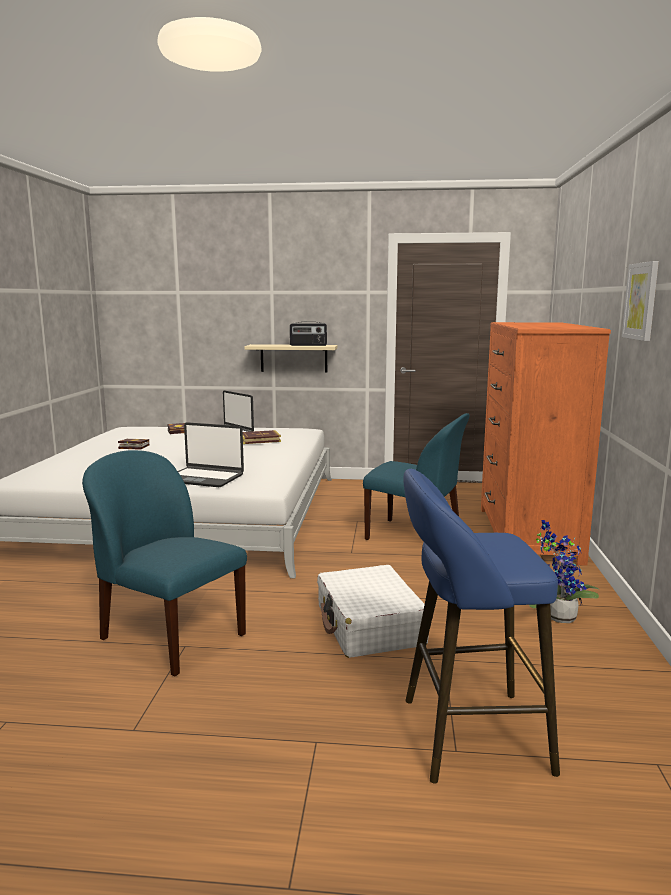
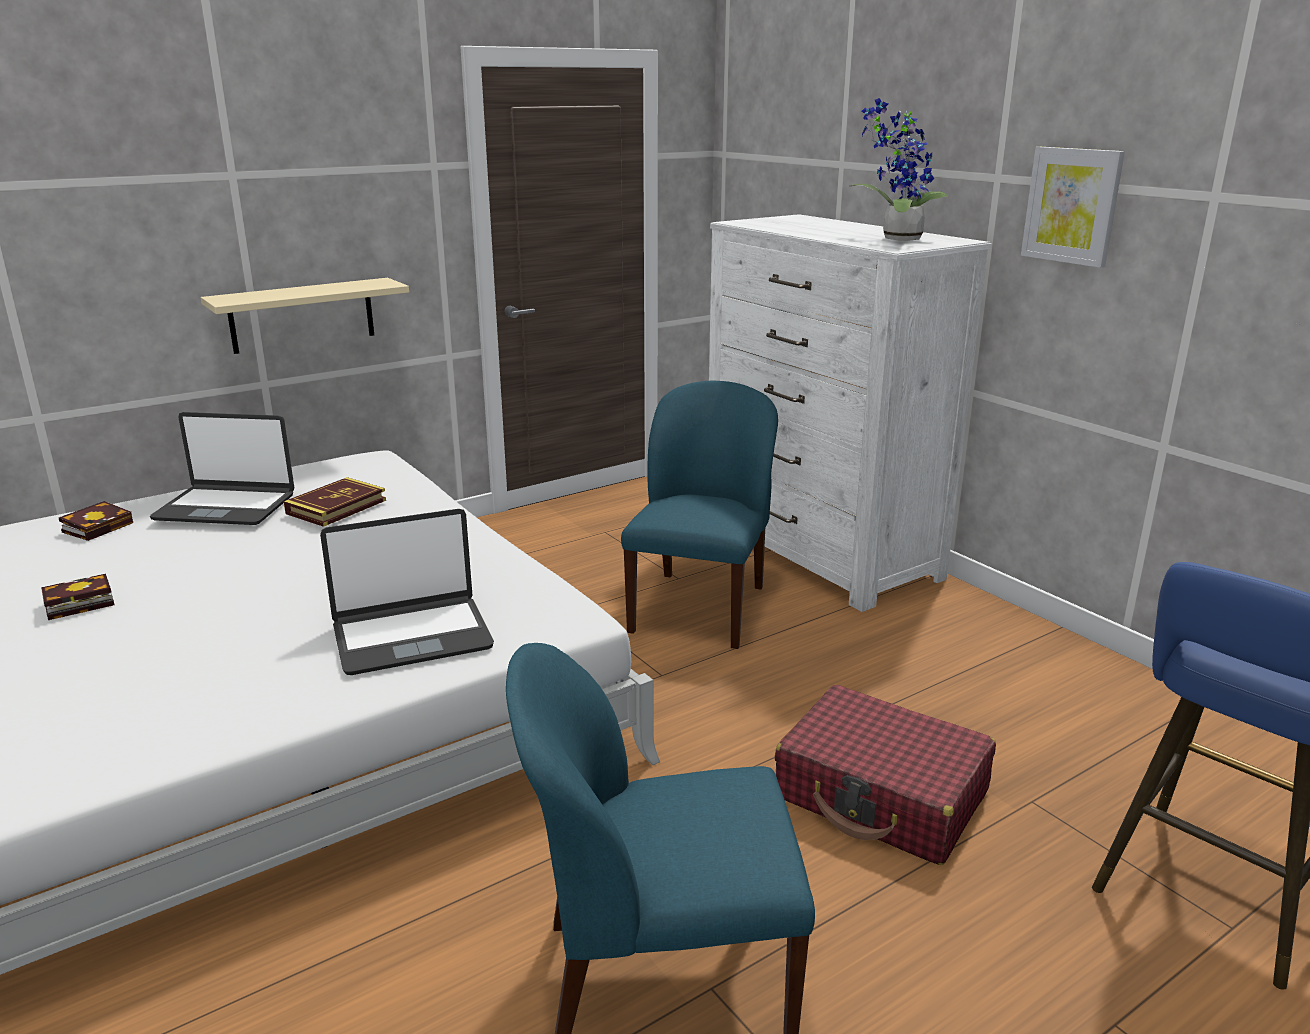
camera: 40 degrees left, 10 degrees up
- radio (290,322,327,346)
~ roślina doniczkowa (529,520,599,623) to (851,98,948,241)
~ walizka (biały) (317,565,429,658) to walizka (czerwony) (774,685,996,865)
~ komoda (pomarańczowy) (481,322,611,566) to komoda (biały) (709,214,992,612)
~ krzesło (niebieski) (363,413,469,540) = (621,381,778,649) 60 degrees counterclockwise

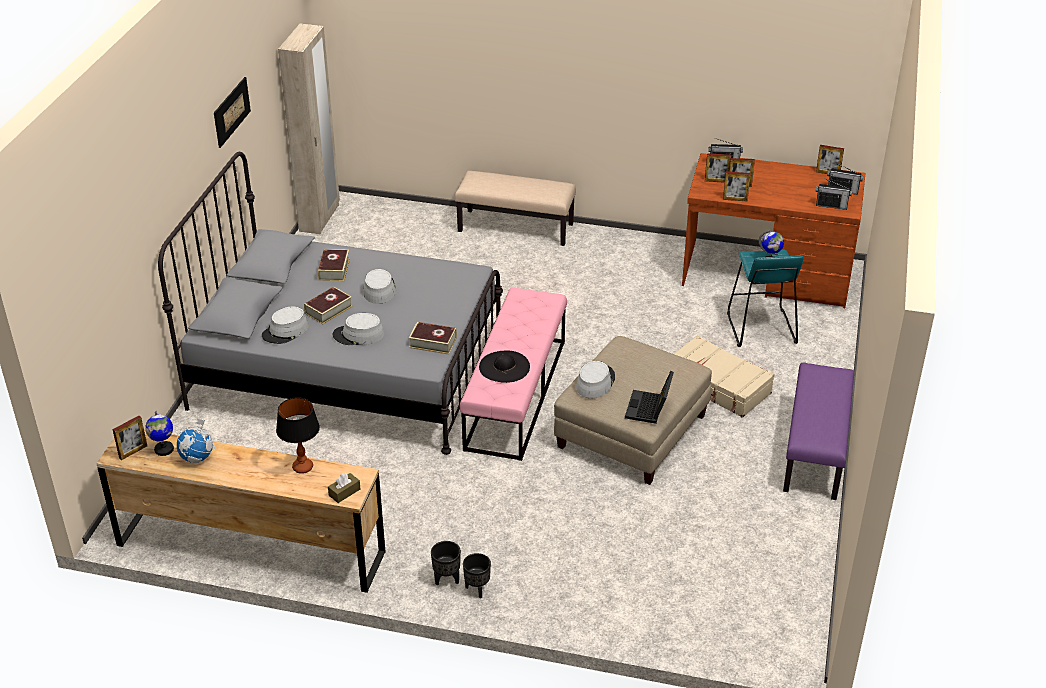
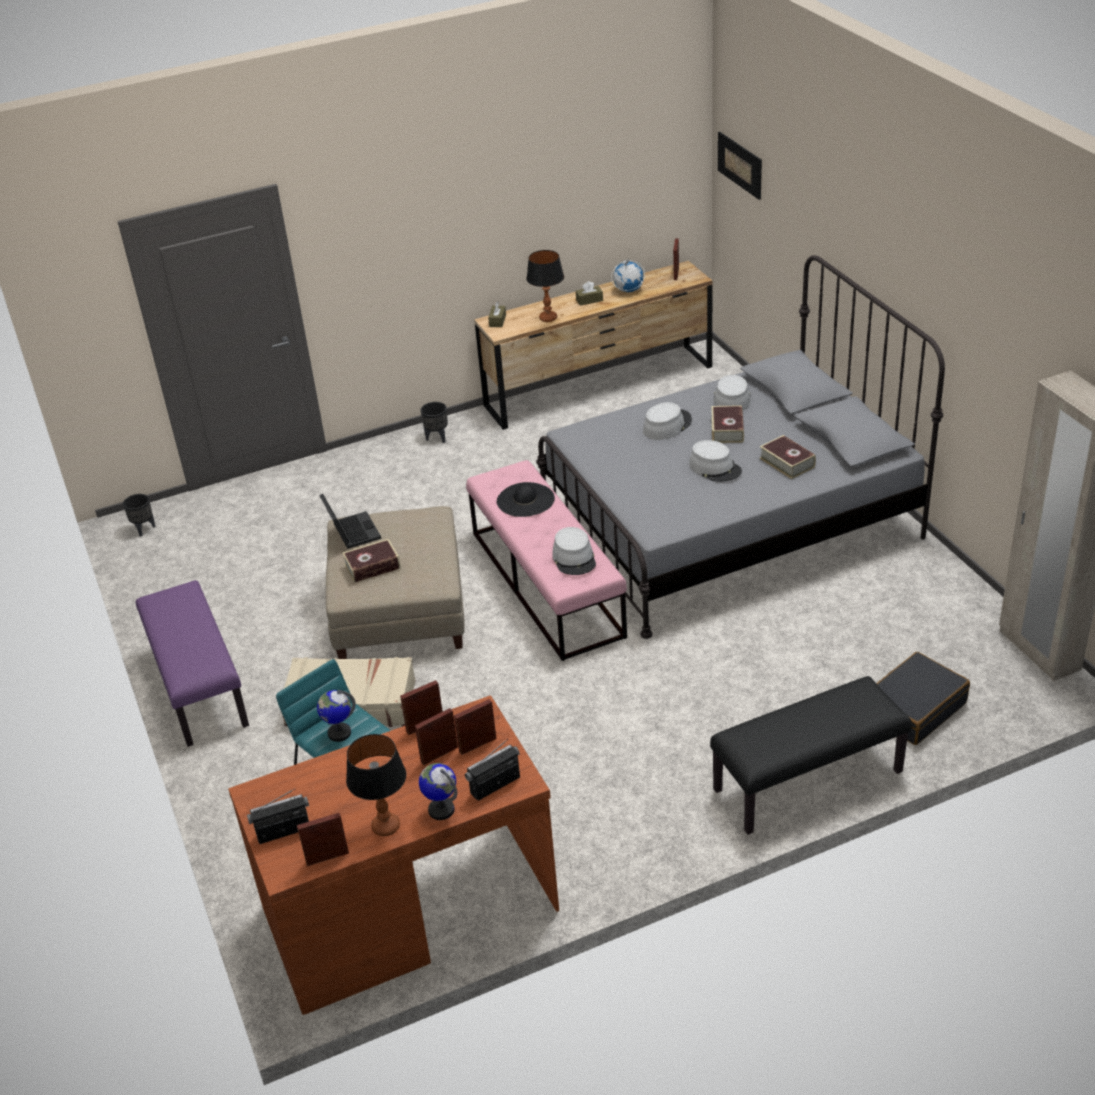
camera: 145 degrees right, 0 degrees up
- radio (816,178,852,210)
+ lampa stołowa (346,734,406,836)
+ pudełko chusteczek (brązowy) (576,281,603,306)
+ walizka (czarny) (876,652,970,745)
~ globus (145,411,174,456) to (419,763,457,820)
~ obraz (214,77,251,148) to (718,132,762,200)
~ książka (409,322,457,354) to (343,539,401,583)
~ donica (czarny) (463,553,491,598) to (123,494,156,537)
~ kapelusz (szary) (576,361,615,398) to (552,527,596,575)
~ ławka (beżowy) (455,171,576,246) to ławka (czarny) (710,676,912,835)

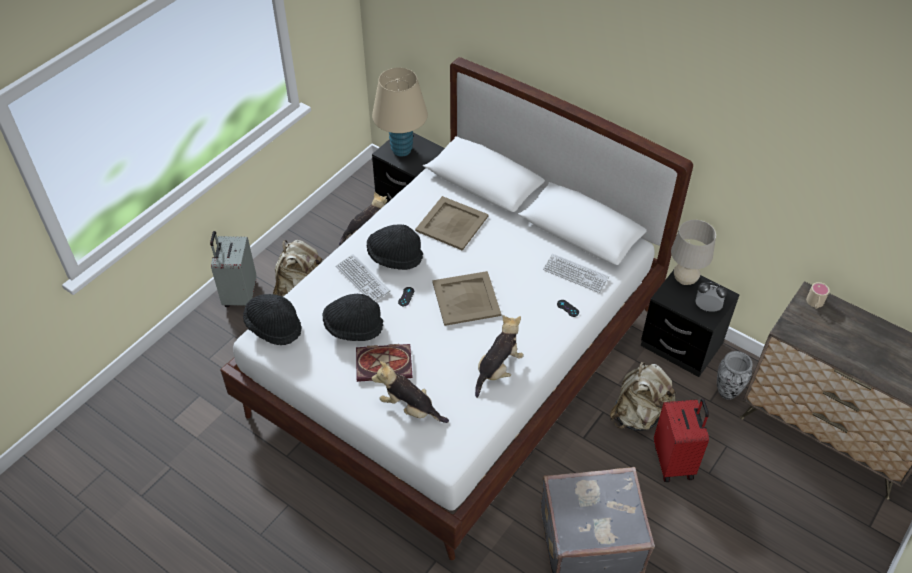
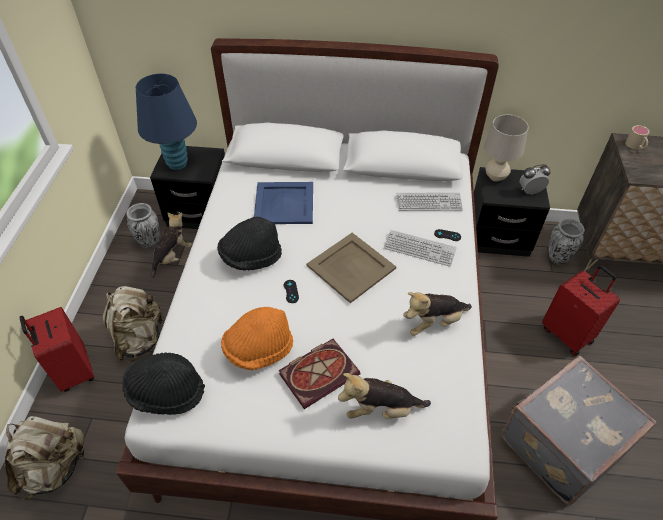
camera: 30 degrees left, 0 degrees up
+ wazon (126,203,160,248)
~ klawiatura (336,254,391,301) to (384,230,457,267)
~ plecak (beżowy) (610,362,677,431) to (4,416,86,500)
~ walizka (szary) (210,231,257,307) to walizka (czerwony) (20,307,94,392)
~ kapelusz (czarny) (322,294,383,341) to kapelusz (pomarańczowy) (221,307,293,370)
~ lampa stołowa (beżowy) (372,67,428,157) to lampa stołowa (niebieski) (136,74,197,170)
~ taca (beżowy) (415,196,489,251) to taca (niebieski) (254,182,313,224)
~ pluszak (475,315,524,398) = (403,292,472,336) 120 degrees counterclockwise

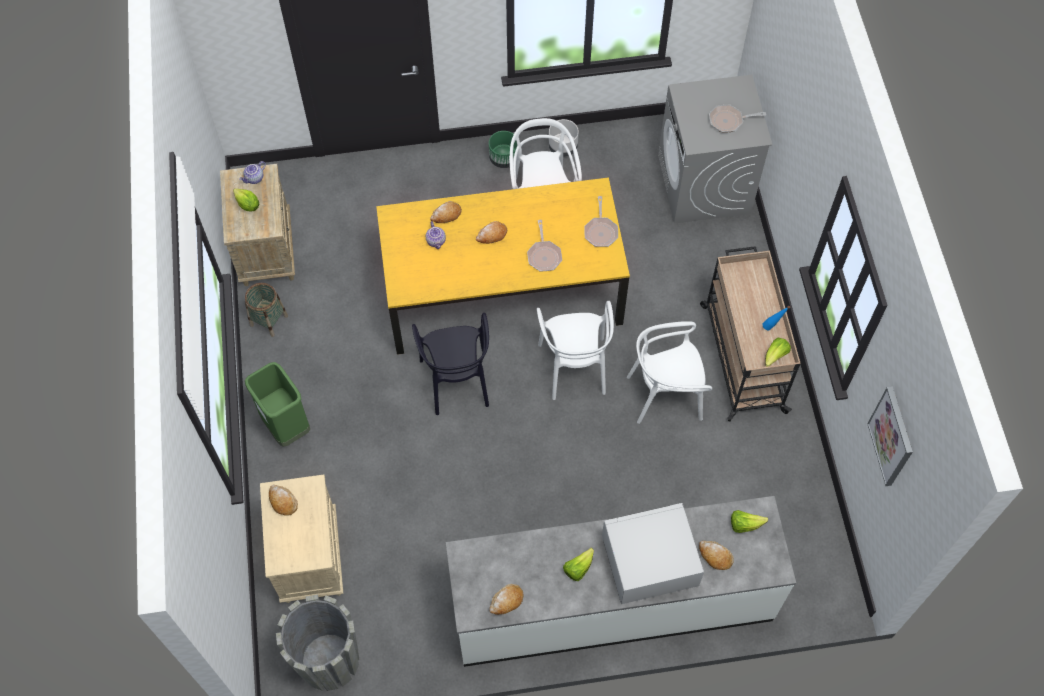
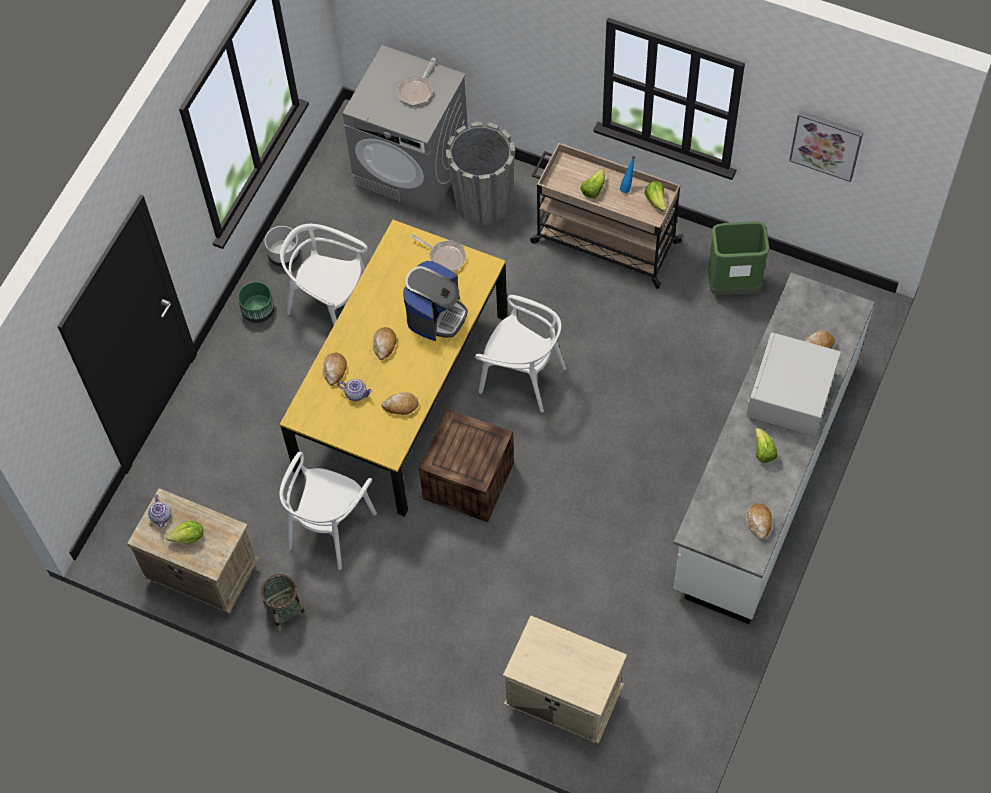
camera: 55 degrees left, 0 degrees up
~ kosz na śmieci (zielony) (245,362,310,447) to (708,221,770,295)
~ chleb (269,485,298,516) to (381,392,419,415)
~ donica (szary) (276,595,359,691) to (446,122,515,226)
~ krzesło (biały) (627,321,712,424) to (279,452,377,570)
~ sałata (731,510,768,533) to (580,169,605,199)
~ krzesło (czarny) (412,313,489,415) to skrzynka (419,409,514,522)
~ patelnia (527,220,562,272) to ekspres do kawy (403,261,468,341)

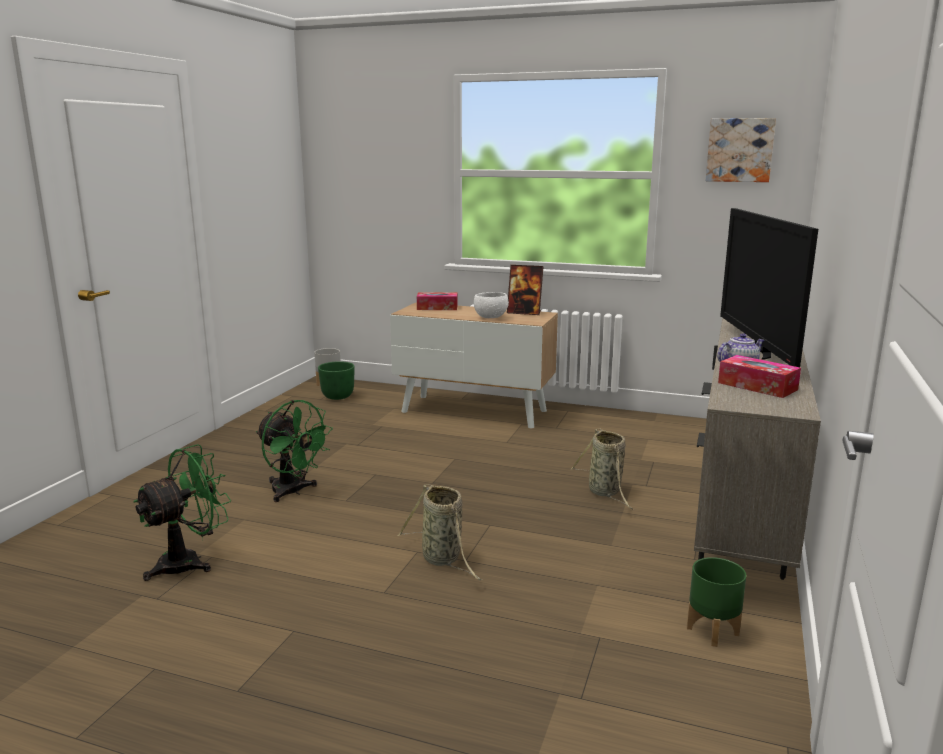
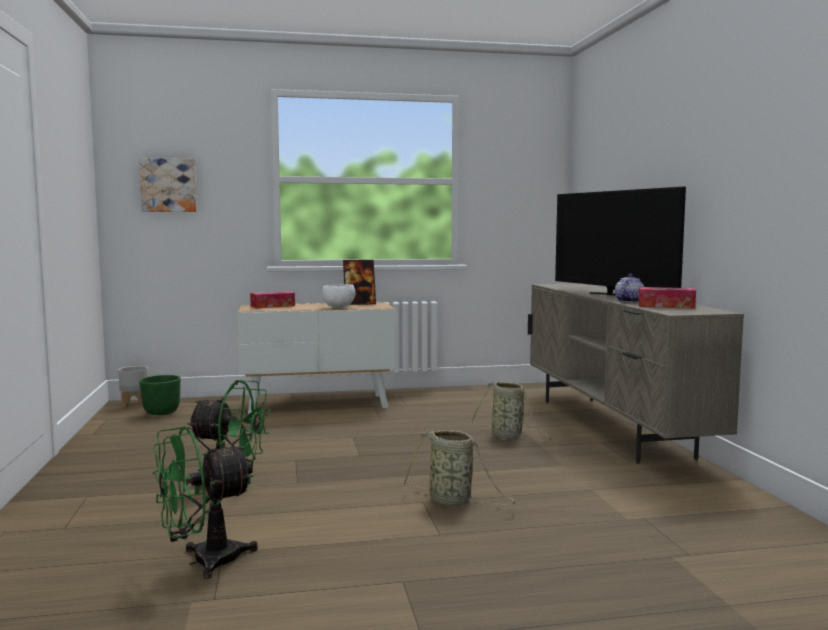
camera: 30 degrees left, 10 degrees down
- donica (zielony) (687,557,746,647)
~ obraz (706,118,776,182) to (139,158,197,212)
~ wentylator (zielony) (133,444,231,581) = (153,426,258,579) 135 degrees counterclockwise

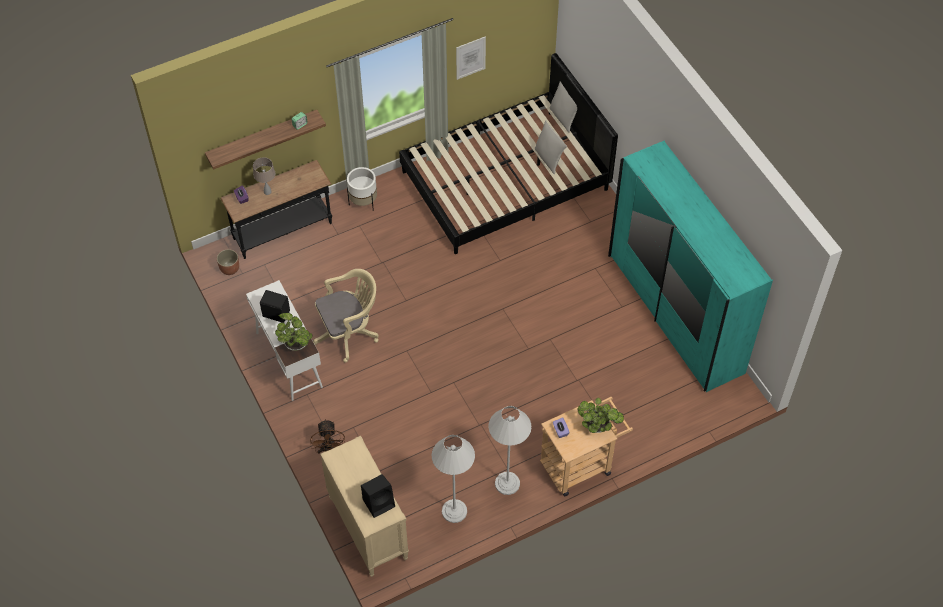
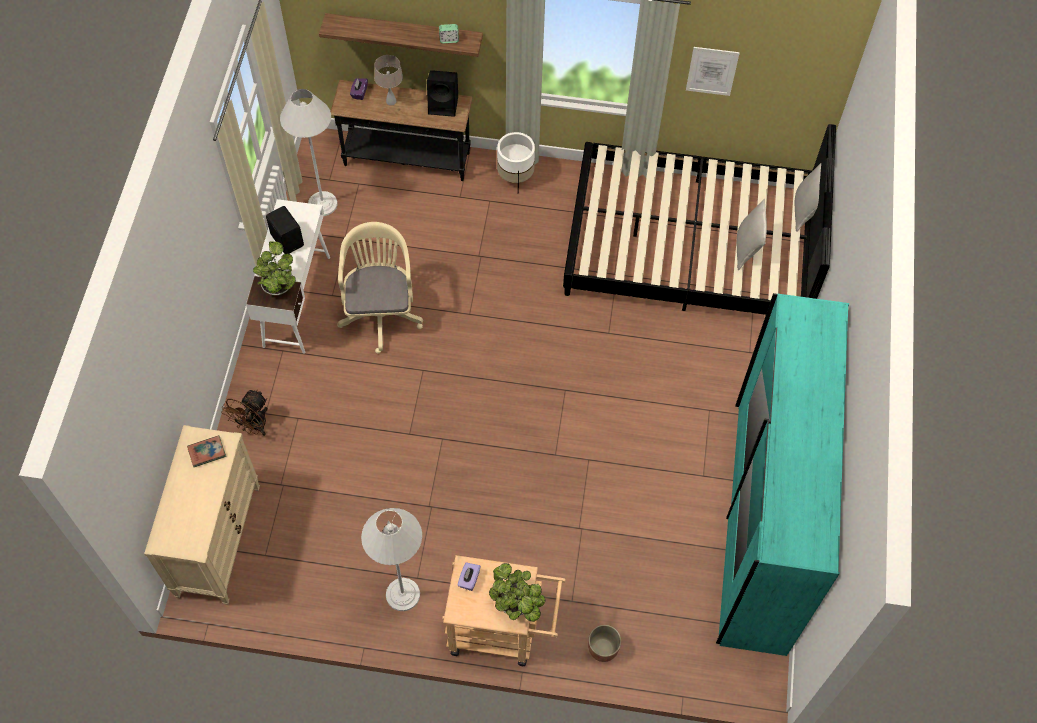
camera: 35 degrees right, 5 degrees up
+ książka (187,435,226,467)
~ donica (217,249,239,275) to (588,625,621,662)
~ głośnik (czarny) (361,474,395,518) to (427,70,458,117)
~ lampa stojąca (biały) (432,435,475,523) to (280,89,338,216)
~ krzesło biurowe (beżowy) (313,269,379,363) = (337,222,423,354) 105 degrees counterclockwise

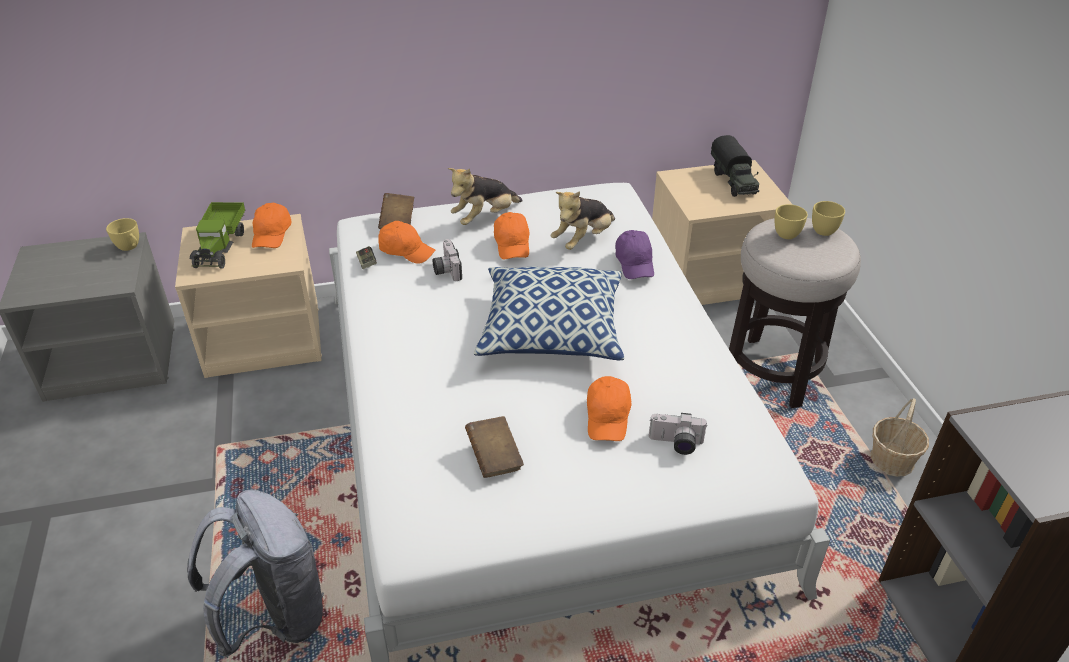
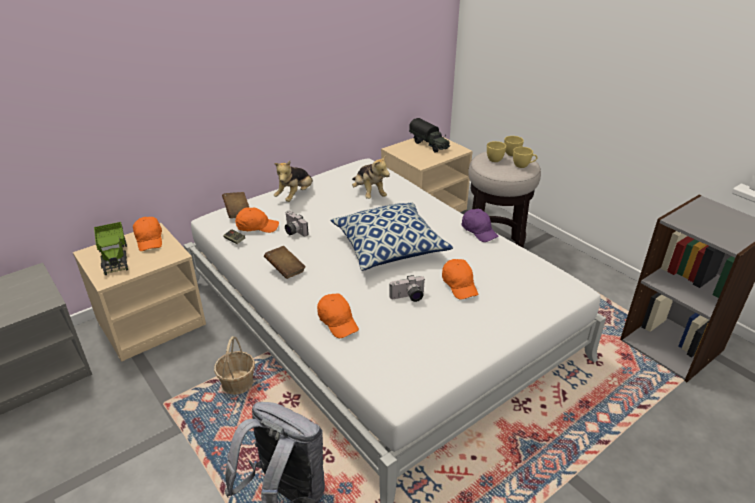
camera: 25 degrees left, 5 degrees down
~ filiżanka (żółty) (106,218,139,251) to (513,147,538,168)
~ książka (brązowy) (465,416,524,478) to (264,246,306,279)
~ czapka z daszkiem (pomarańczowy) (494,212,529,259) to (317,293,359,338)
~ czapka z daszkiem (fioletowy) (615,230,654,279) to (461,209,499,242)
~ aparat fotograficzny (649,413,708,455) to (389,275,426,302)
~ koszyk (871,398,929,477) to (214,336,255,395)
~ pluszak (551,191,615,250) = (352,154,390,199) 45 degrees counterclockwise

